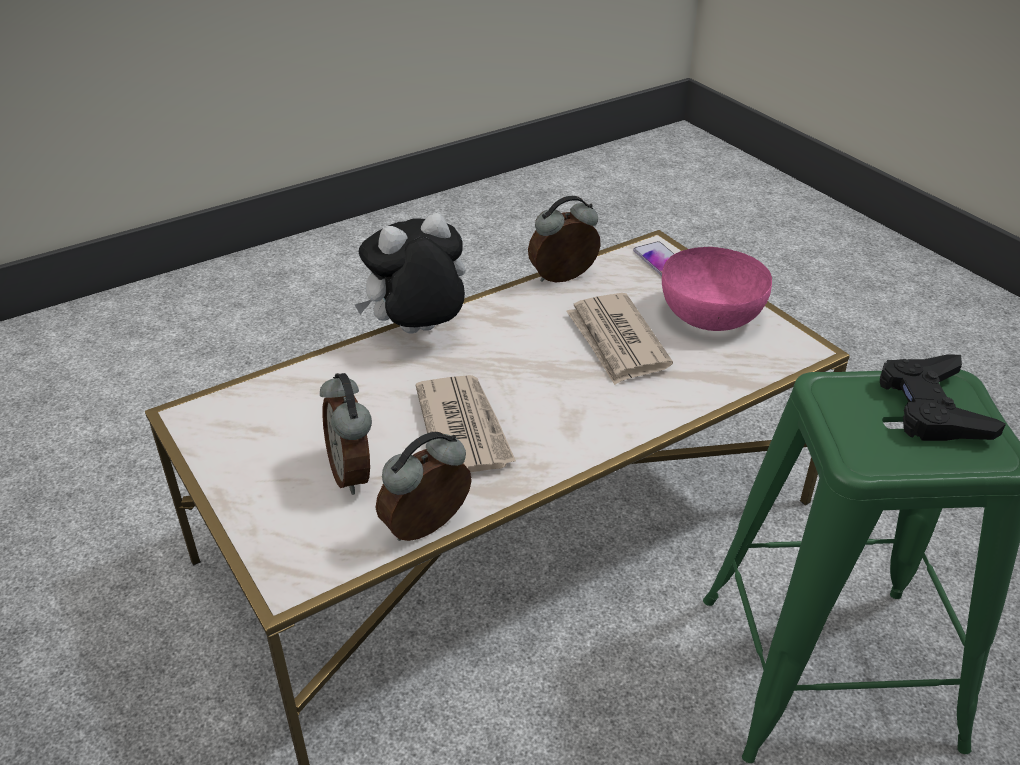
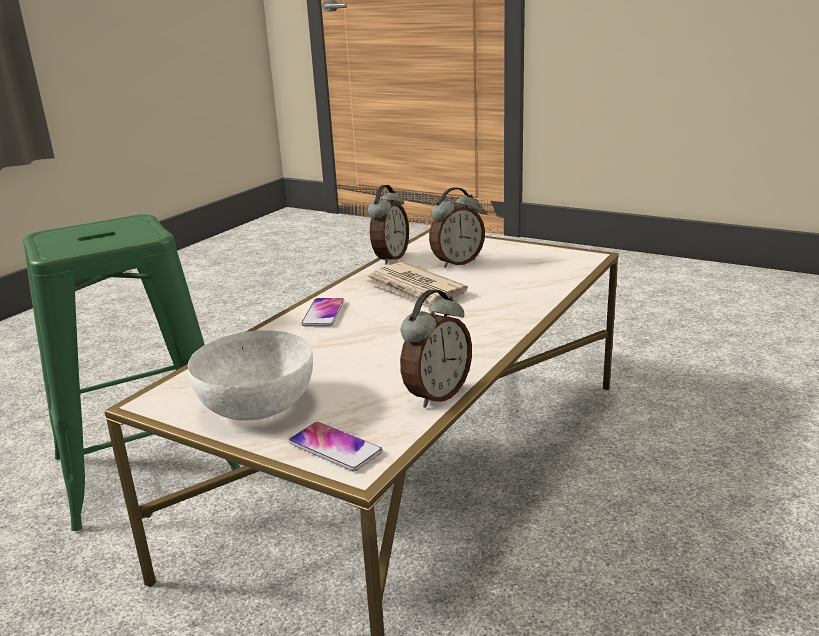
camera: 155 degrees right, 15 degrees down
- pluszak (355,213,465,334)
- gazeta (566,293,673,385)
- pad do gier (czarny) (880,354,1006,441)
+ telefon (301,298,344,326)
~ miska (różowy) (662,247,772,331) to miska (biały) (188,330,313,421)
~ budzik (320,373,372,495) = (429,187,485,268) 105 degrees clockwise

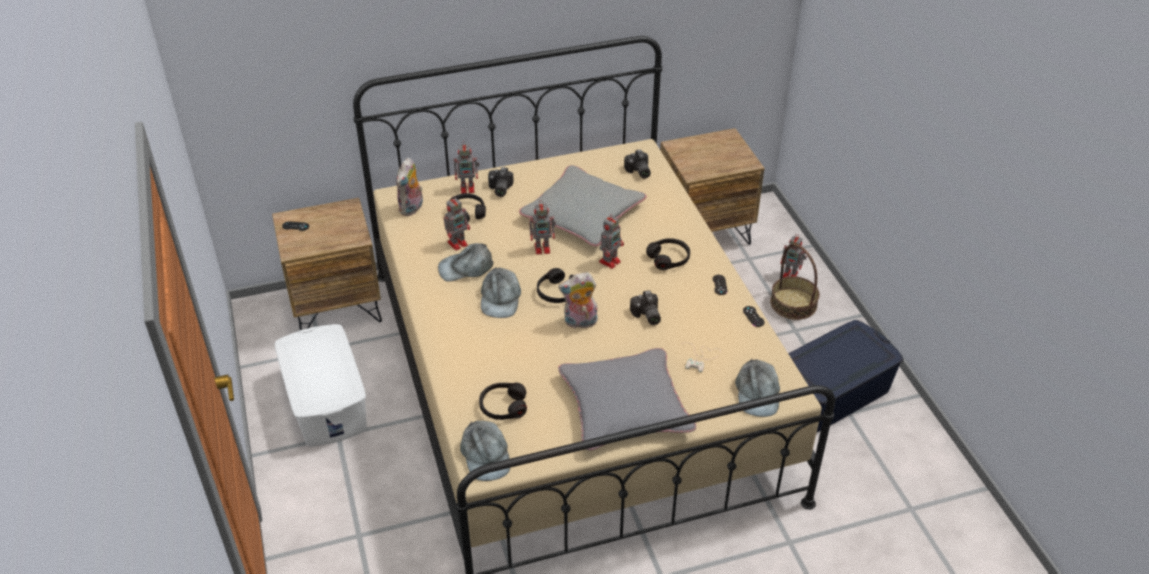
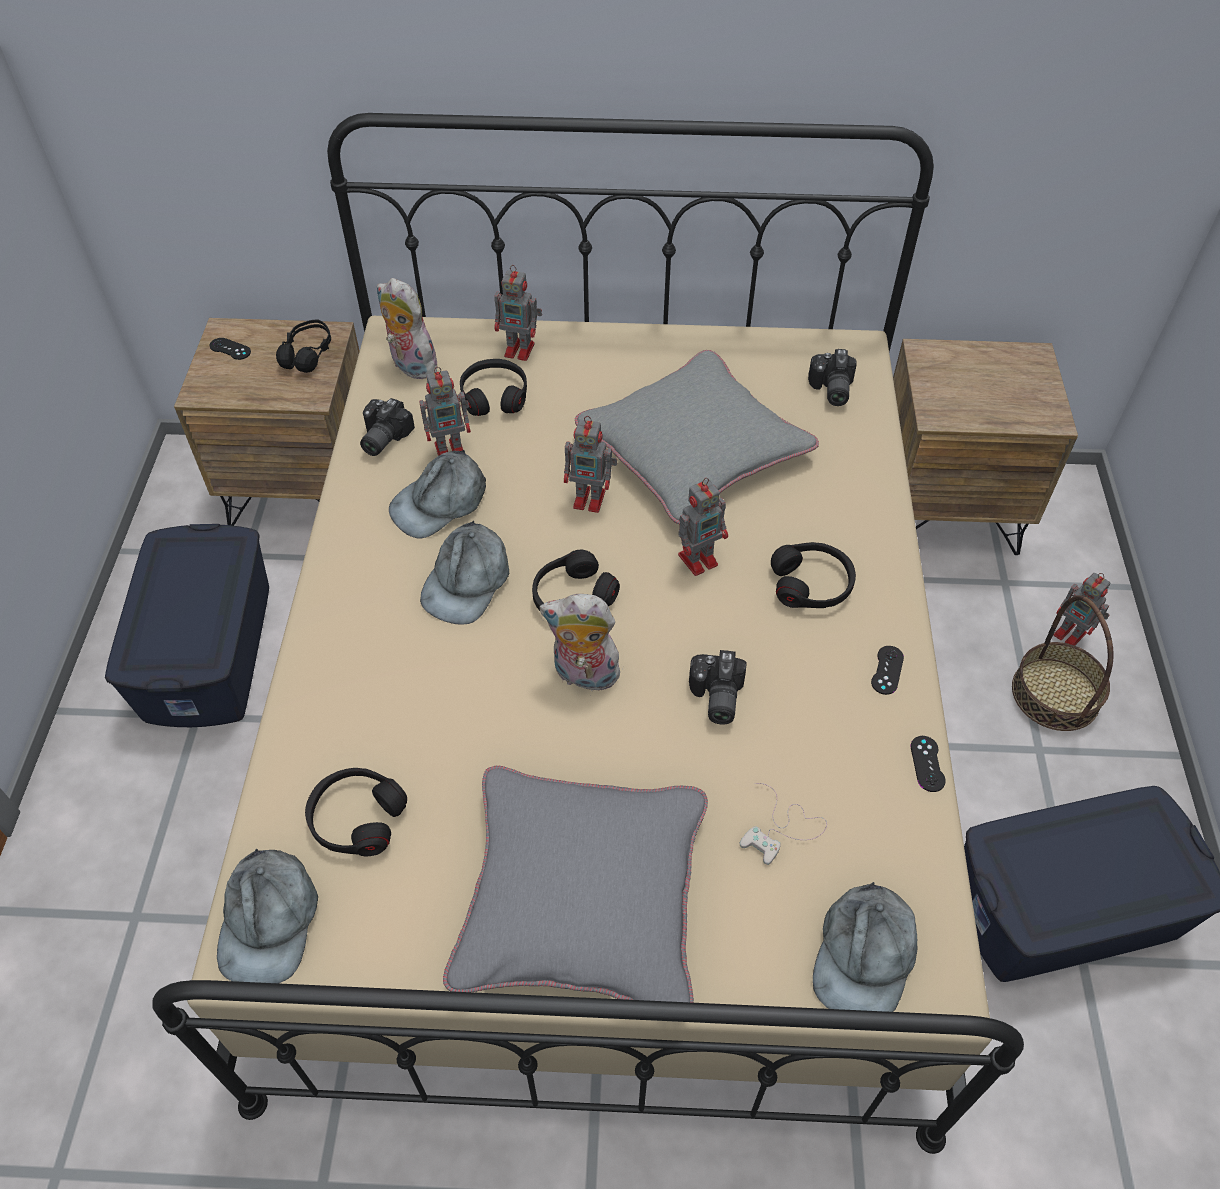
camera: 20 degrees right, 10 degrees up
+ słuchawki (czarny) (276,320,331,373)
~ aparat fotograficzny (488,167,514,197) to (360,398,415,456)
~ pojemnik do przechowywania (biały) (274,324,367,447) to pojemnik do przechowywania (niebieski) (105,524,269,727)
~ pluszak (396,158,423,216) = (377,278,439,379) 90 degrees clockwise
~ czapka z daszkiem (szary) (438,243,493,282) = (389,450,486,539) 45 degrees counterclockwise

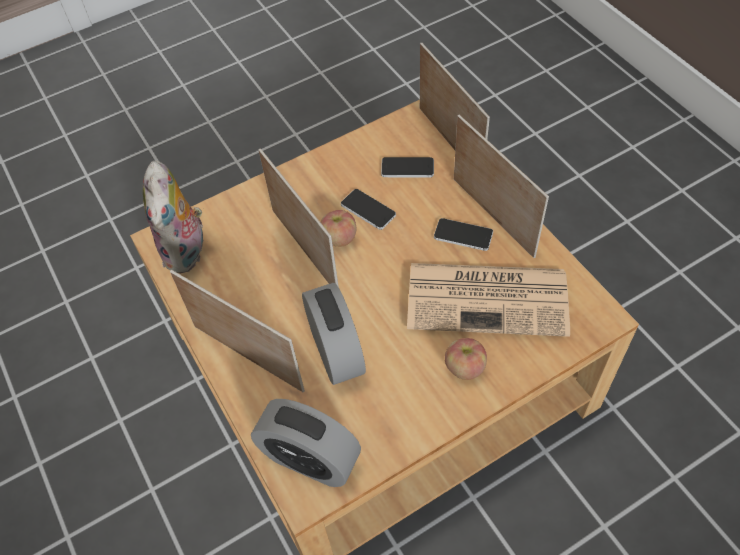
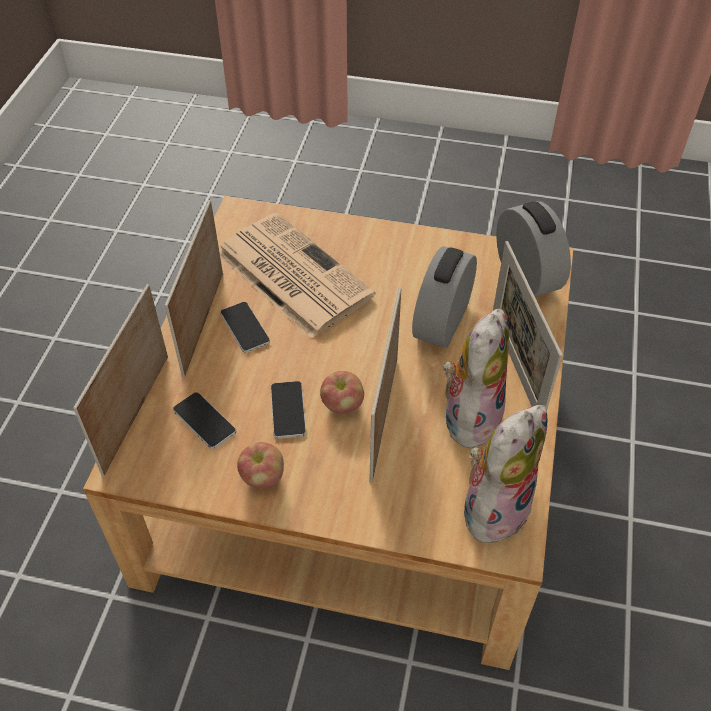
camera: 140 degrees left, 5 degrees down
+ pluszak (443,309,509,448)
~ jabłko (445,338,487,380) to (237,442,284,488)

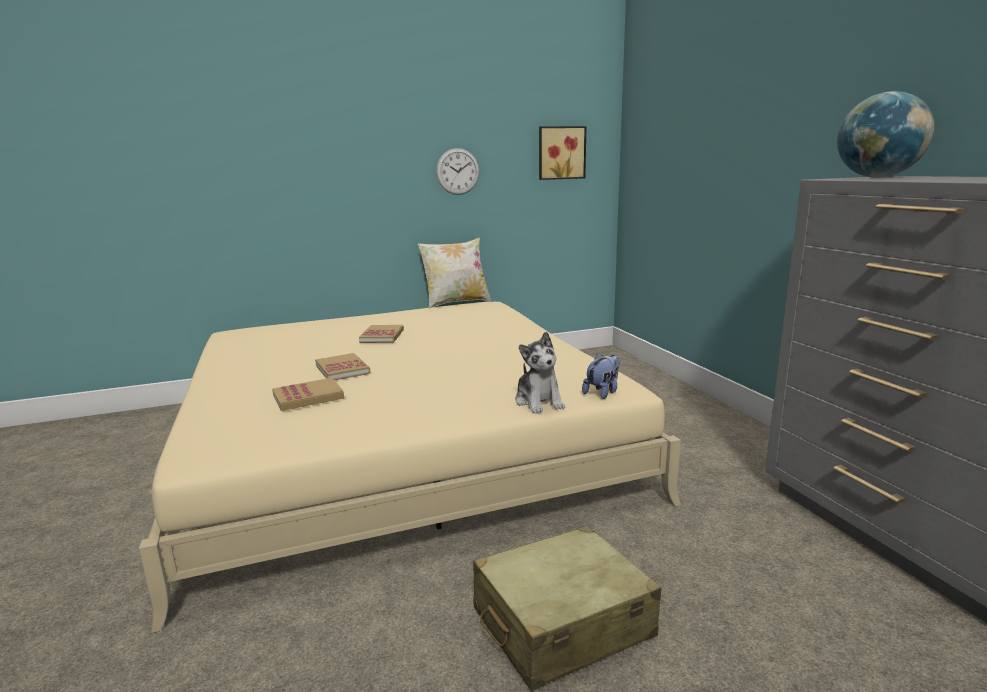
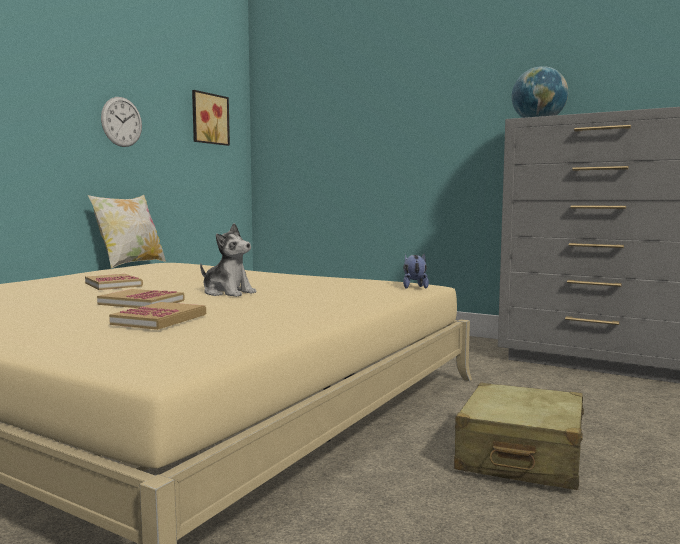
camera: 40 degrees left, 10 degrees down
~ pluszak (515,332,565,413) to (200,223,256,297)

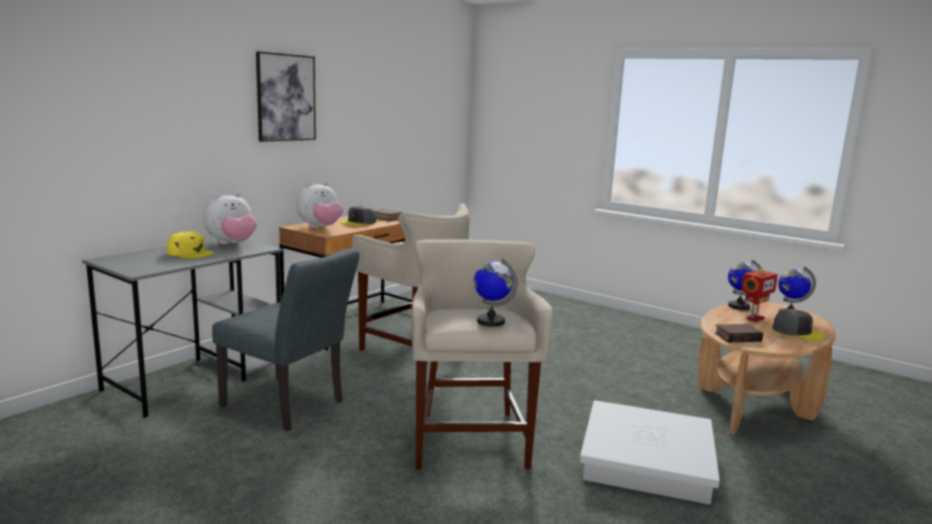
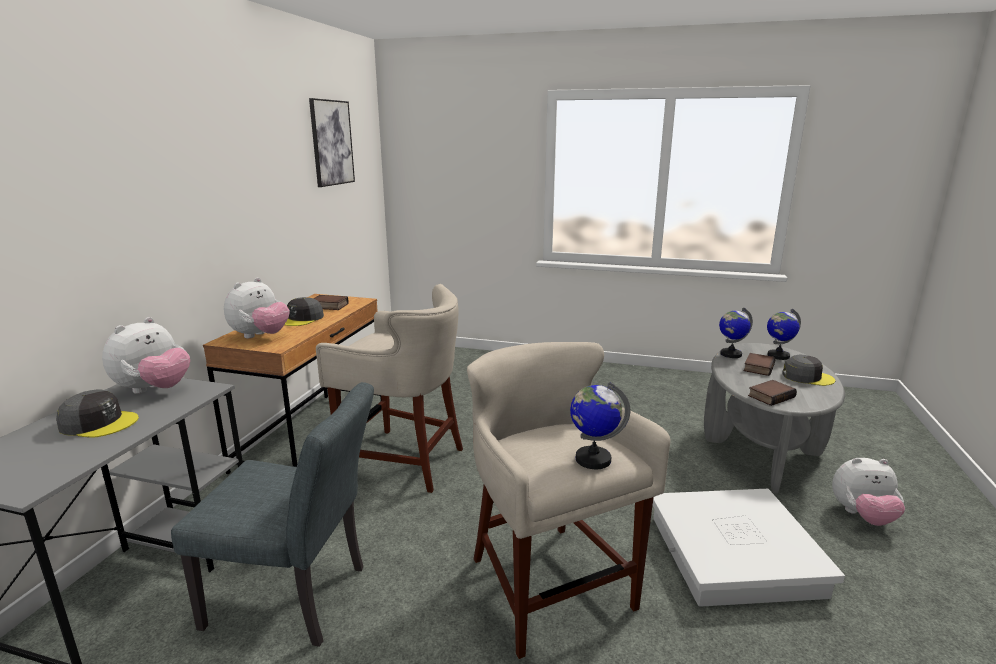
camera: 20 degrees left, 5 degrees up
+ pluszak (832,458,905,526)
~ obraz (256,51,316,142) to (309,98,355,187)
~ robot zabawkowy (741,268,778,322) to książka (744,353,775,376)
~ czapka z daszkiem (żółty) (167,232,214,259) to czapka z daszkiem (szary) (56,389,139,438)
~ ława (brązowy) (698,302,835,435) to ława (szary) (704,343,845,494)

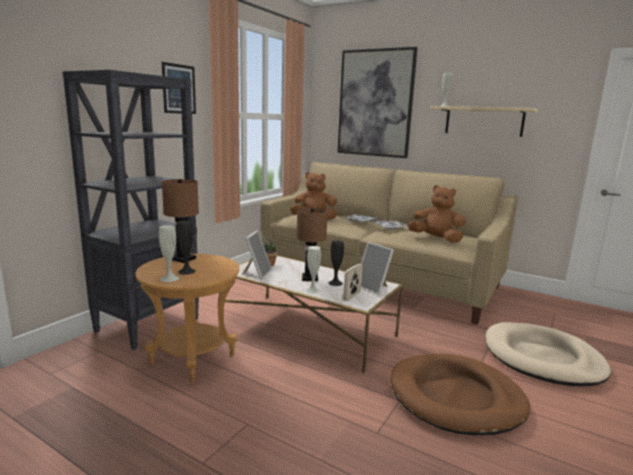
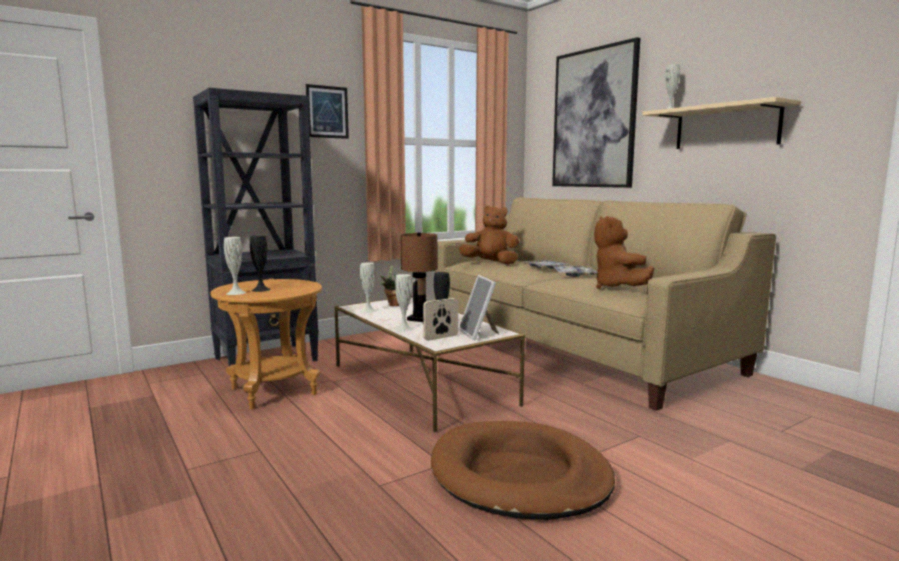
camera: 25 degrees right, 5 degrees down
- lampa stołowa (brązowy) (162,179,199,263)
- legowisko (beżowy) (485,322,611,386)
~ ramka na zdjęcie (242,230,272,280) to wazon (biały) (360,263,376,313)
~ pluszak (brązowy) (407,185,466,242) = (594,216,654,289) 150 degrees counterclockwise

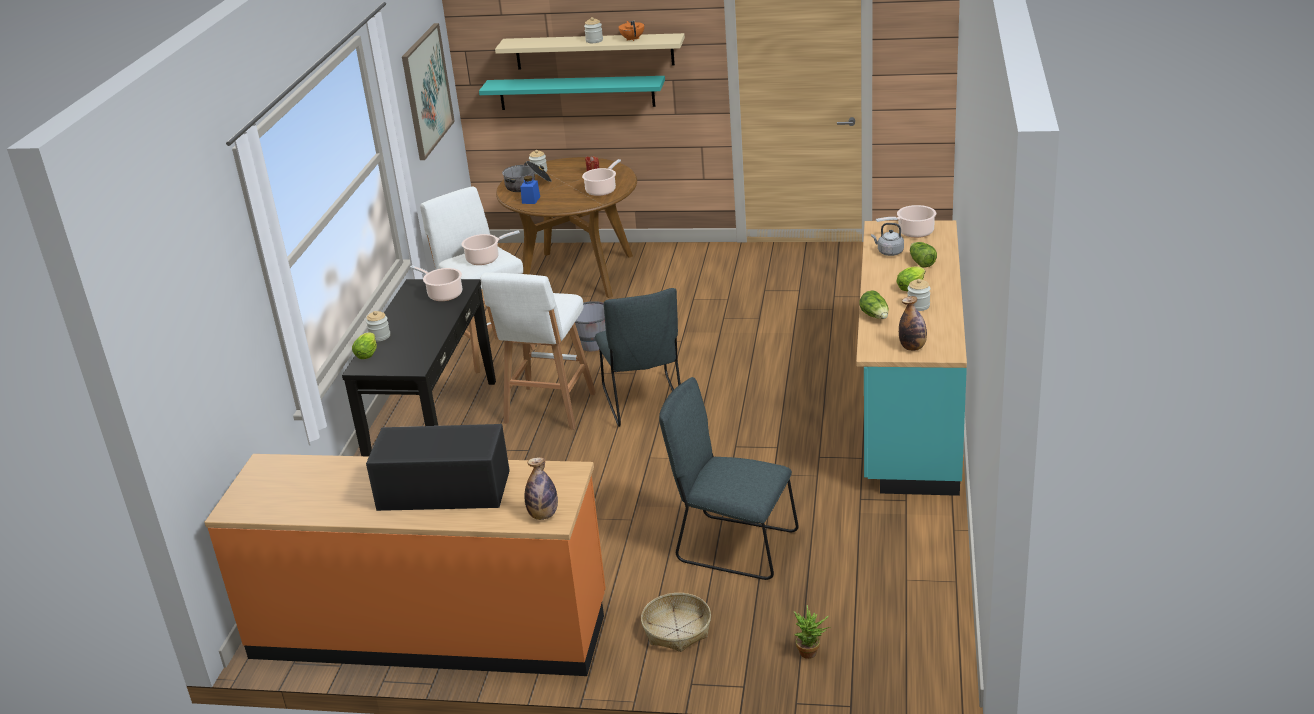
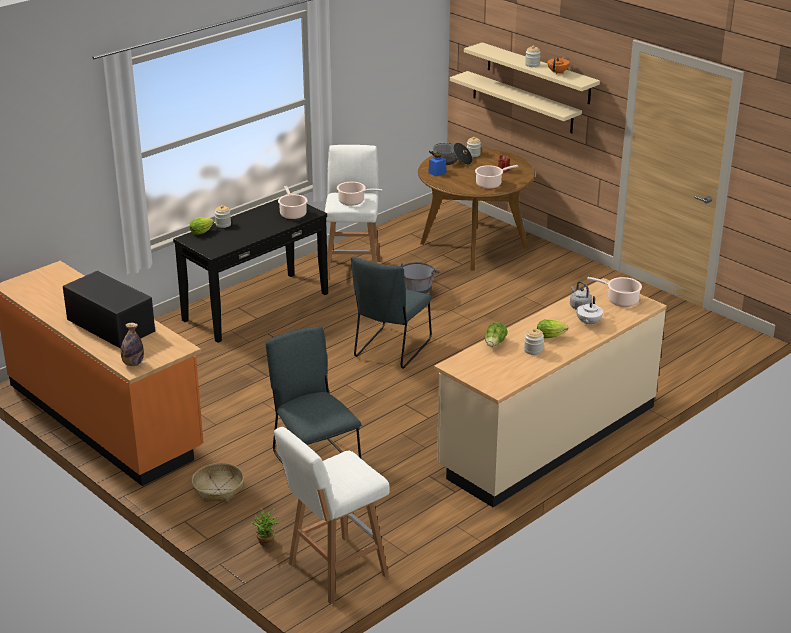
camera: 35 degrees right, 0 degrees up
- obraz (402,23,455,160)
- butelka (899,296,927,351)
~ stołek (biały) (481,272,596,430) to (274,427,389,604)
~ sałata (910,242,937,268) to imbryk (biały) (576,296,603,326)
~ półka (turkusowy) (479,76,665,110) to półka (beżowy) (450,71,582,133)
~ zabudowa kuchenna (turkusowy) (856,220,967,496) to zabudowa kuchenna (beżowy) (434,278,667,507)

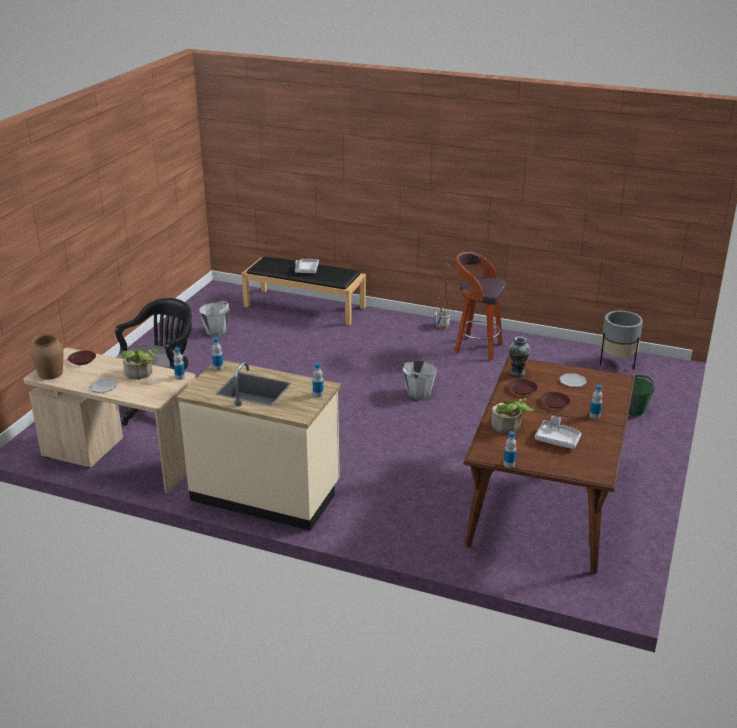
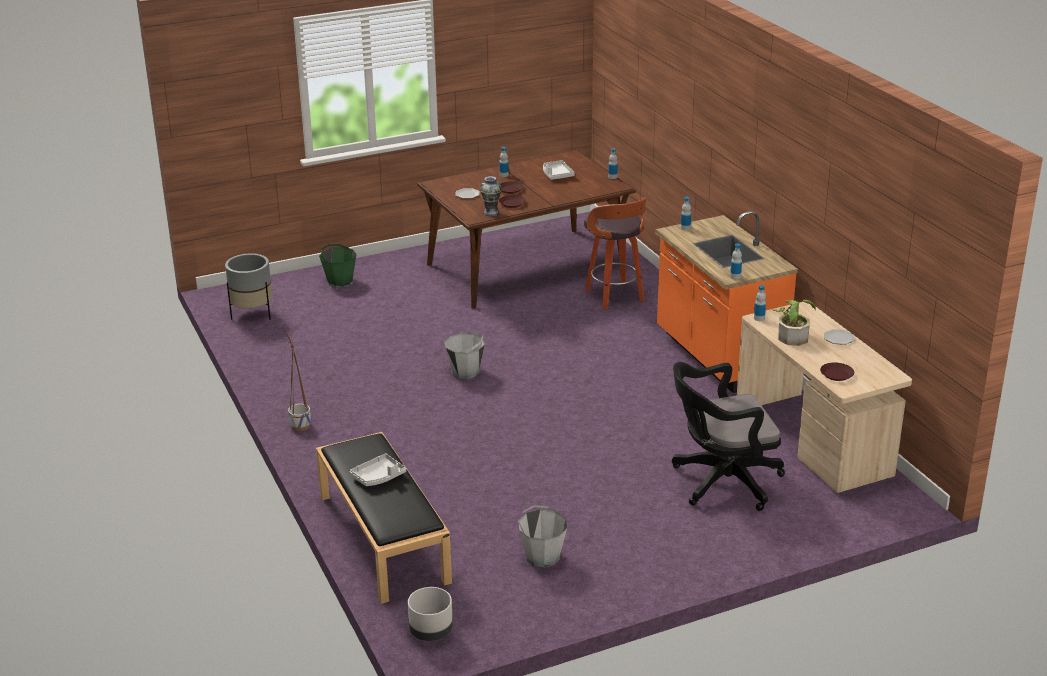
camera: 135 degrees left, 0 degrees up
- wazon (brązowy) (30,334,64,380)
- roślina doniczkowa (491,398,534,434)
+ donica (szary) (408,587,453,641)
~ stołek (455,252,507,360) to (584,197,647,309)
~ zabudowa kuchenna (beżowy) (177,360,341,531) to zabudowa kuchenna (pomarańczowy) (655,211,798,393)

